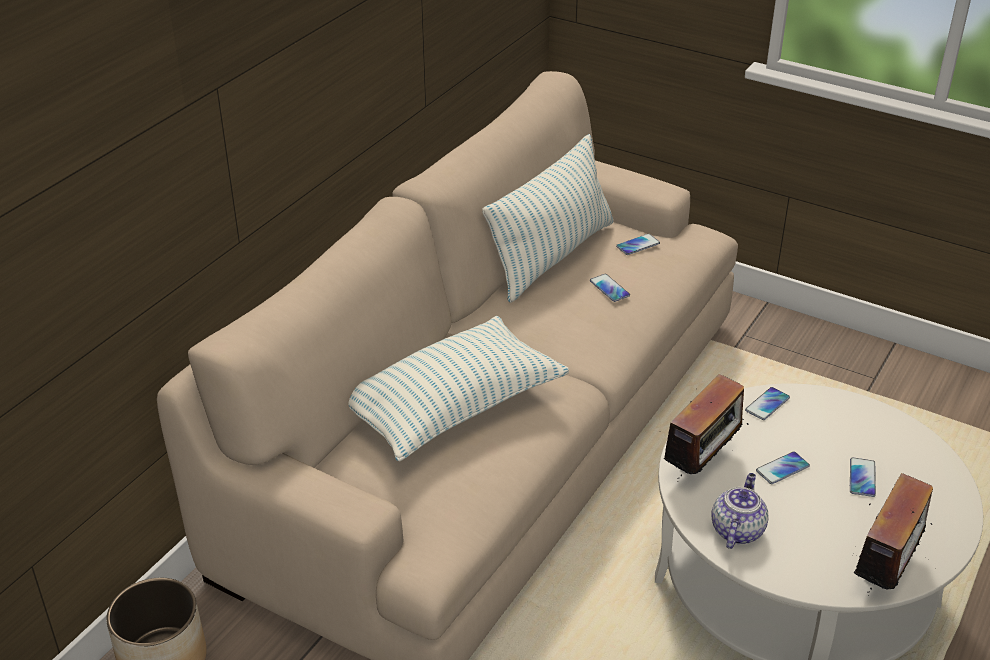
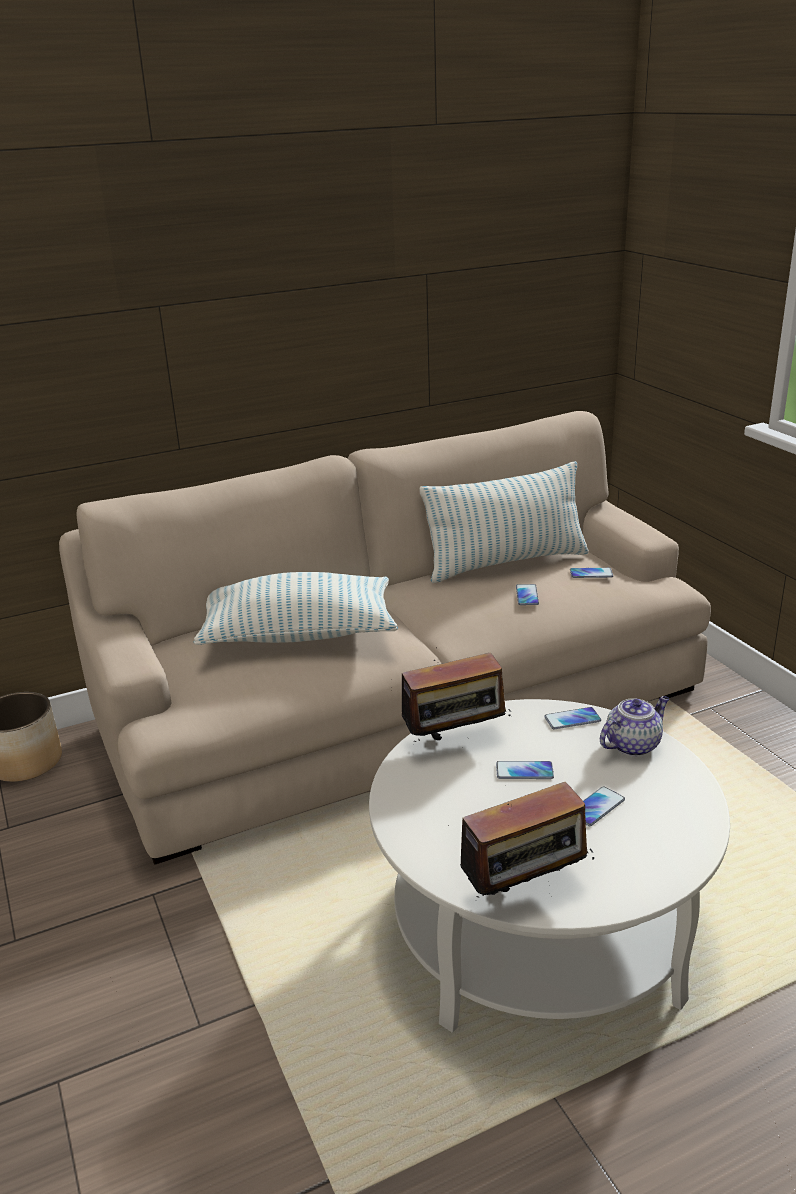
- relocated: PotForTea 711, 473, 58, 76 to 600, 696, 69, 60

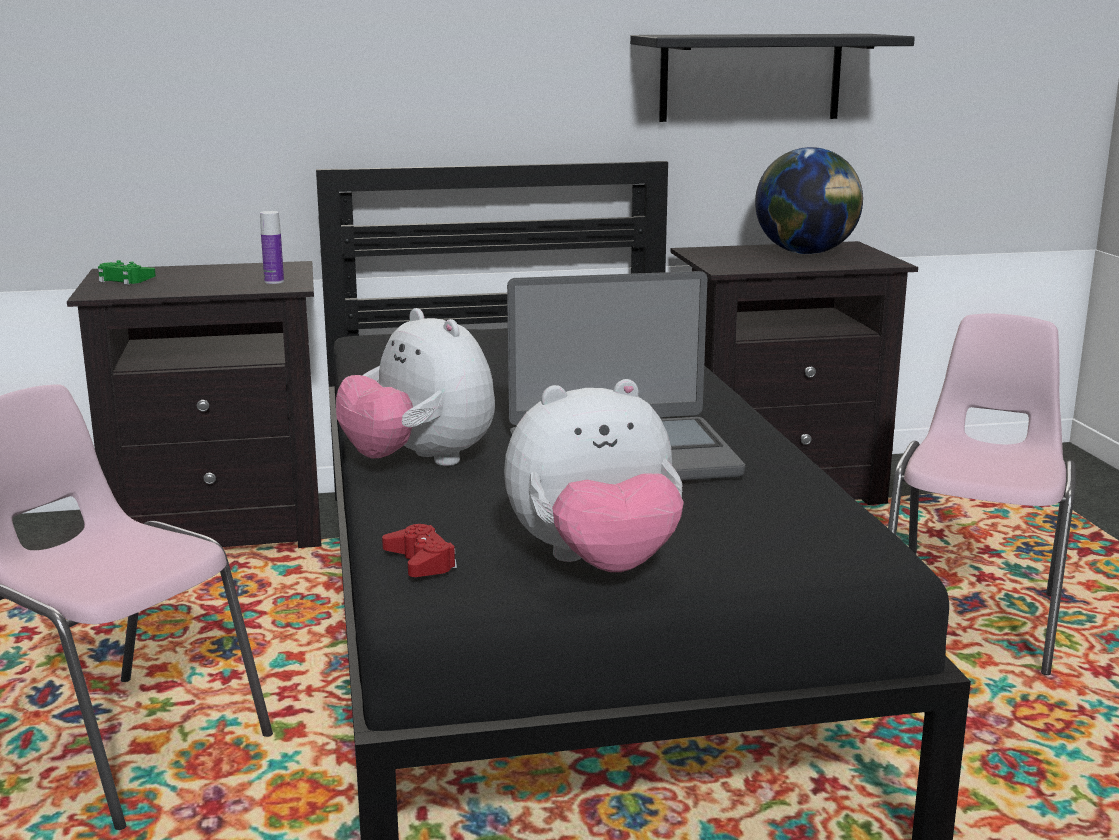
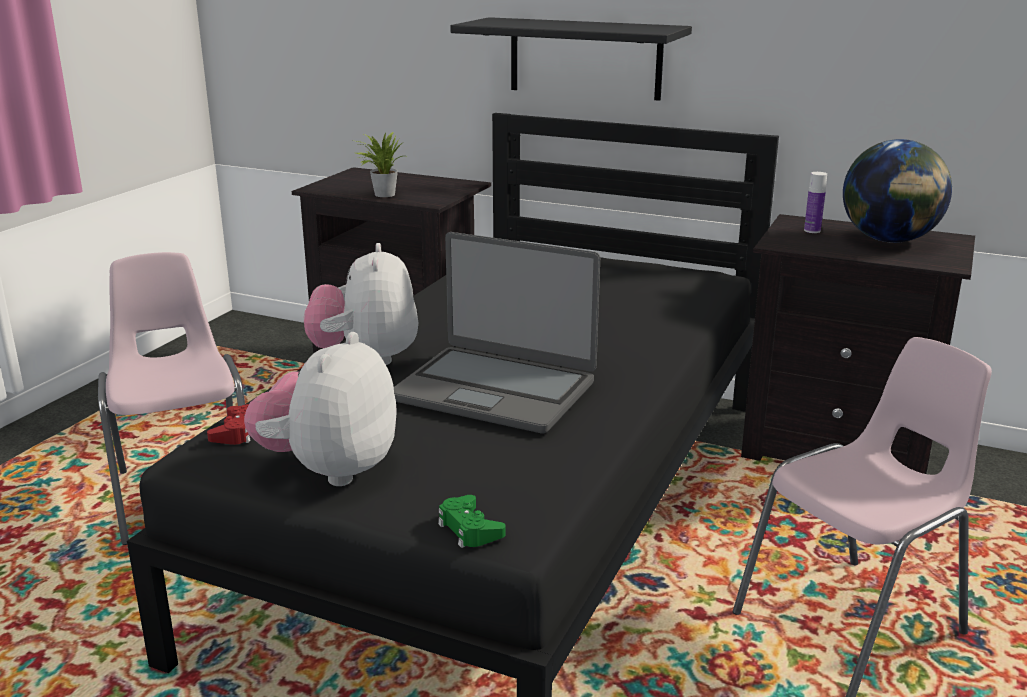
- relocated: GreenJoypad 98, 260, 58, 25 to 438, 495, 68, 53
- relocated: Bottle 260, 211, 24, 73 to 804, 172, 23, 61
- spun: CuddlyToy 504, 379, 180, 193 = 244, 332, 153, 154 90 degrees clockwise
- relocated: BlackishWallShelf 630, 34, 285, 88 to 450, 17, 242, 84
- appeared: PottedPlant 356, 132, 46, 65

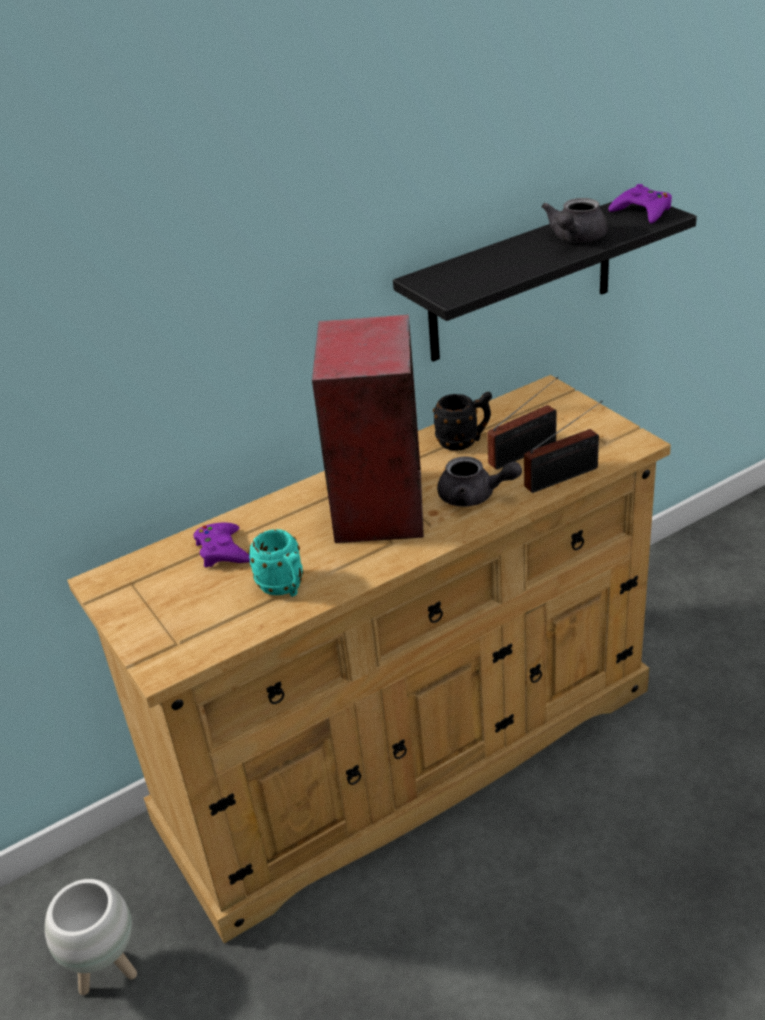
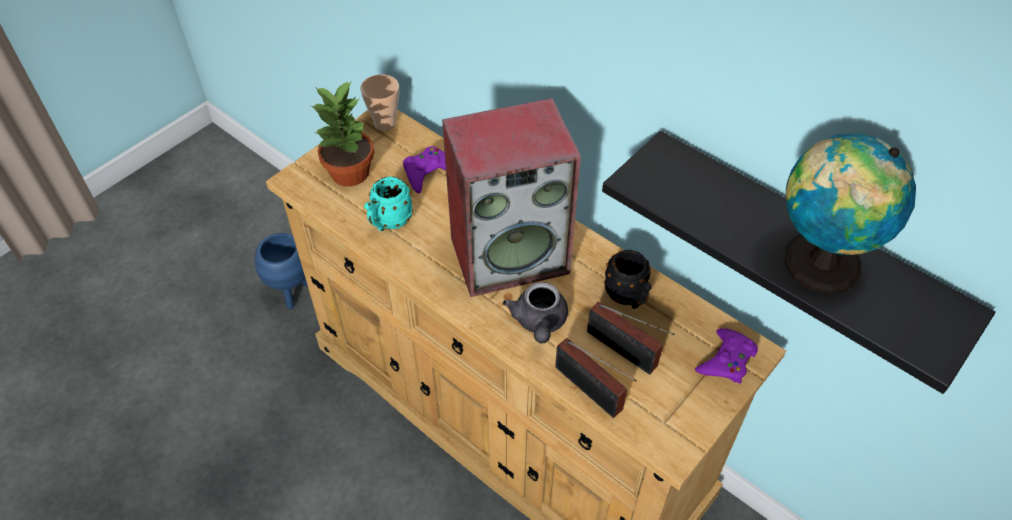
- colour: WhitishPlanter 45, 879, 92, 116 to BlueColouredPlanter 255, 233, 53, 76
- exchanged: GreyishPotForTea 541, 198, 67, 44 to WorldGlobe 785, 133, 131, 161
- relocated: PurpleColouredJoypad 609, 184, 63, 40 to 695, 328, 63, 56
- appeared: PottedPlant 311, 81, 63, 105
- appeared: DrinkingCup 360, 74, 39, 57

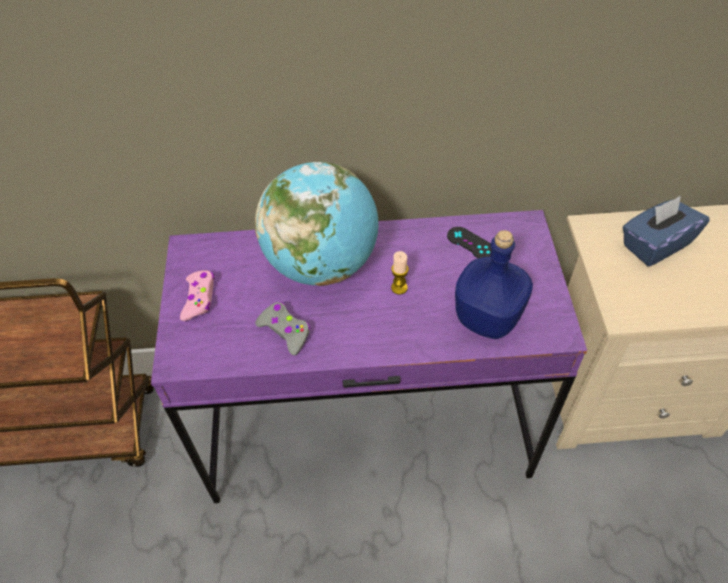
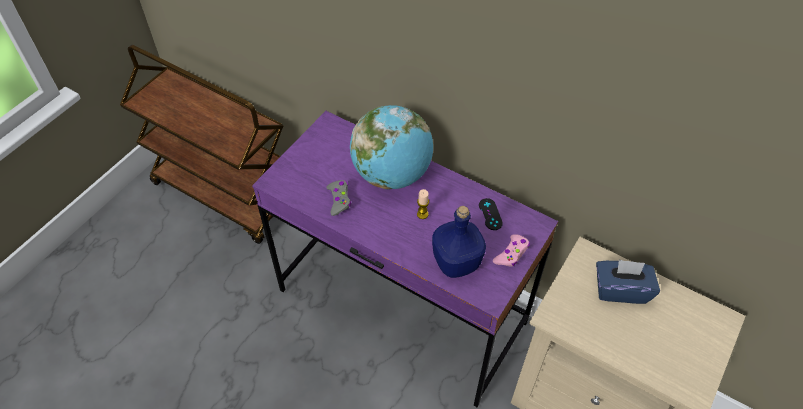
- relocated: PinkColouredJoypad 180, 270, 34, 51 to 493, 234, 37, 33

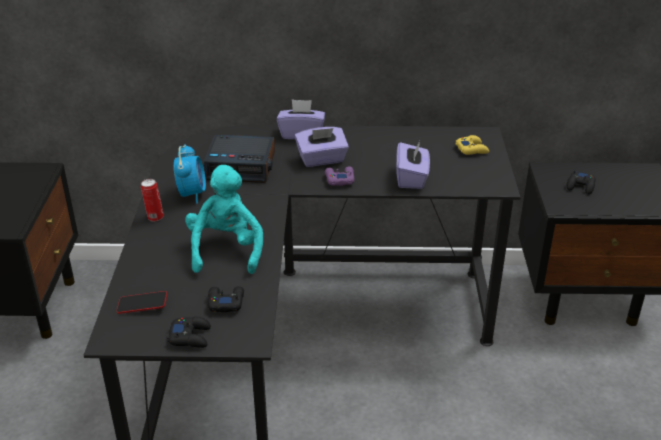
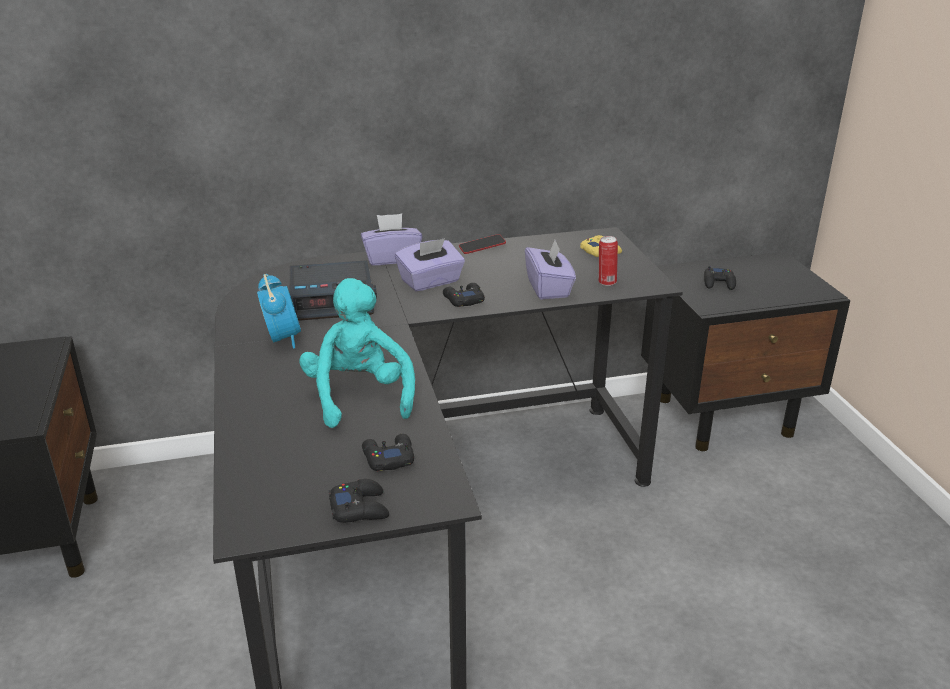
- relocated: Telephone 117, 291, 50, 23 to 459, 234, 47, 20
- relocated: Can 141, 179, 23, 42 to 599, 236, 19, 50
- colour: PurpleColouredJoypad 325, 166, 30, 20 to BlackishJoypad 443, 283, 42, 24

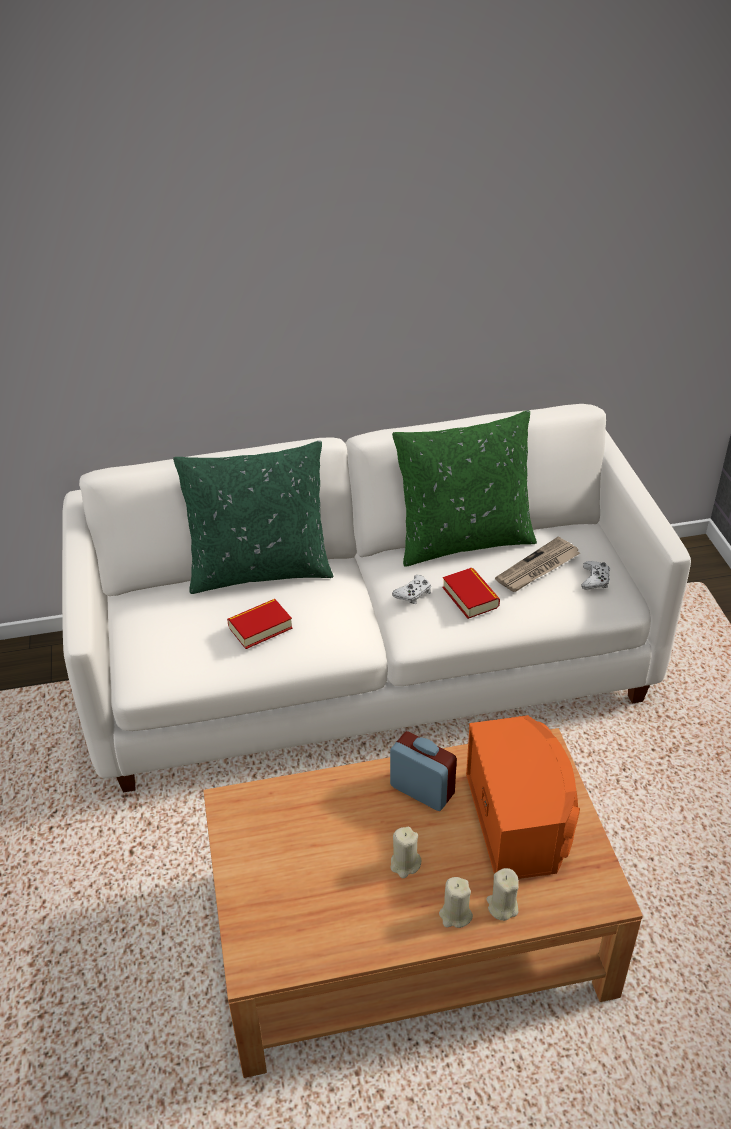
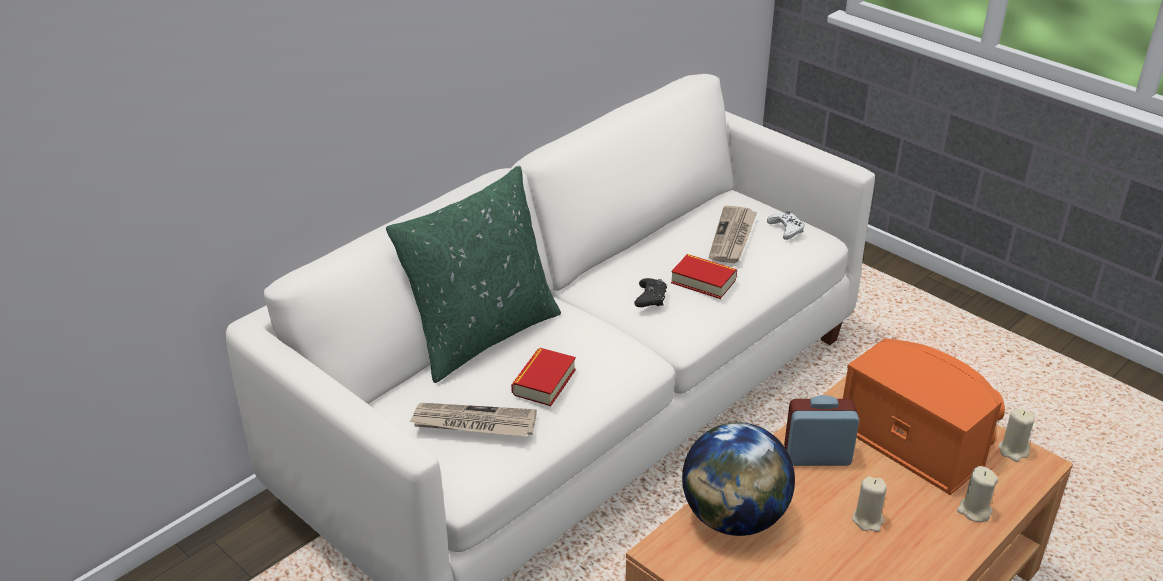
- missing: GreenCushion 392, 410, 145, 157
- colour: WhitishJoypad 392, 575, 39, 29 to BlackishJoypad 634, 278, 33, 29
- relocated: BeigeColouredWaxCandle 439, 877, 34, 51 to 998, 409, 37, 53
- appeared: PrintedPaper 409, 403, 128, 34
- appeared: WorldGlobe 682, 422, 113, 114

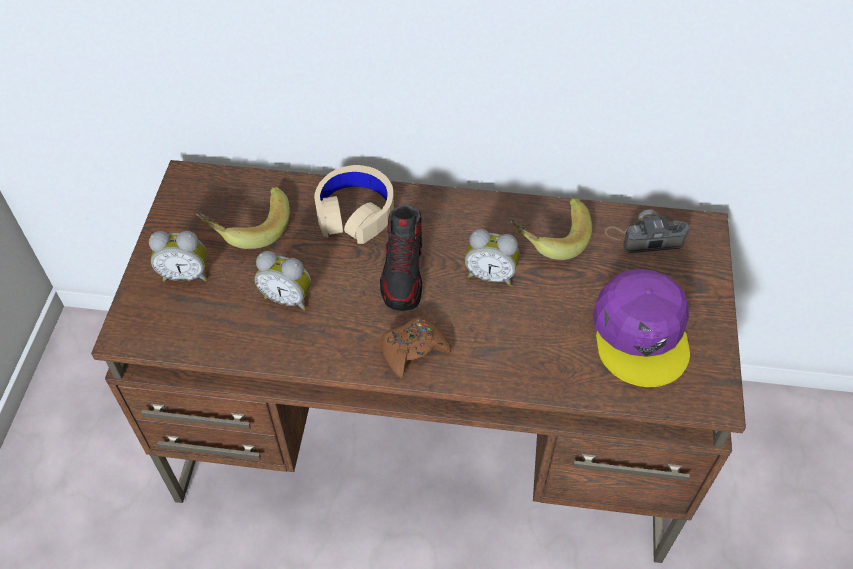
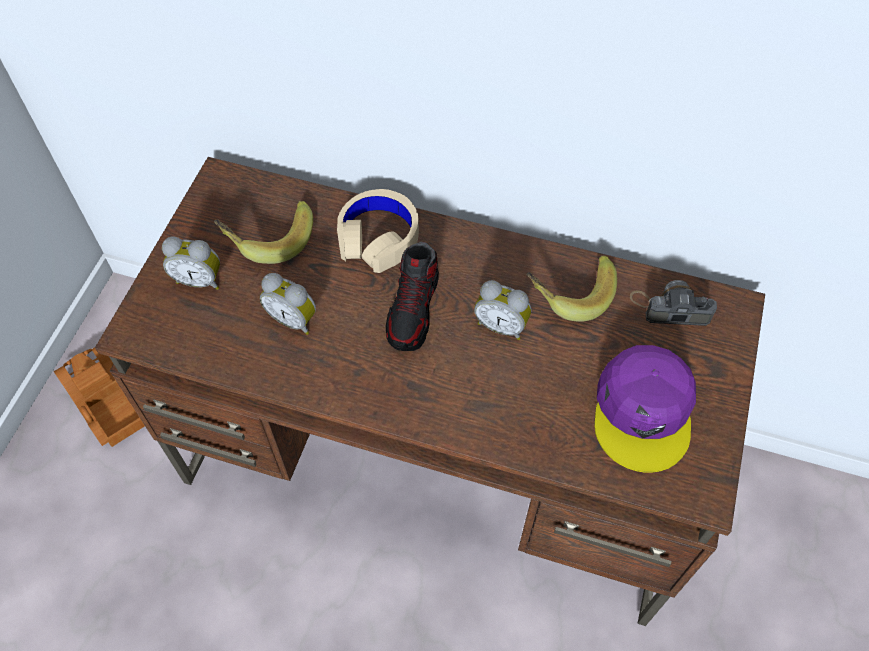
- missing: BrownishJoypad 381, 316, 70, 62
- appeared: ToyLorry 54, 347, 91, 100

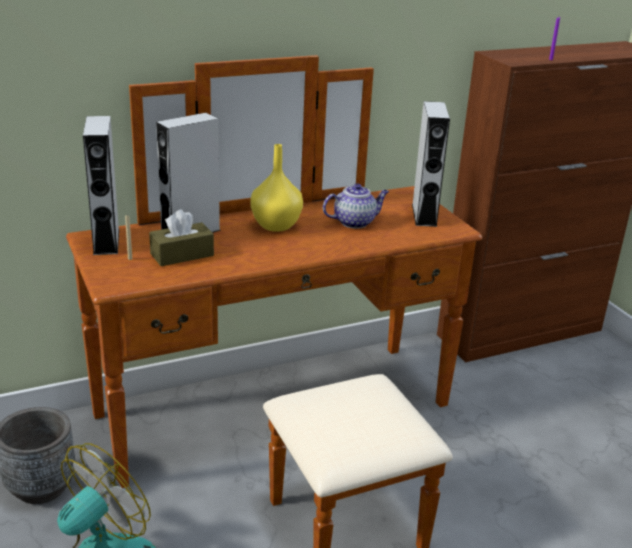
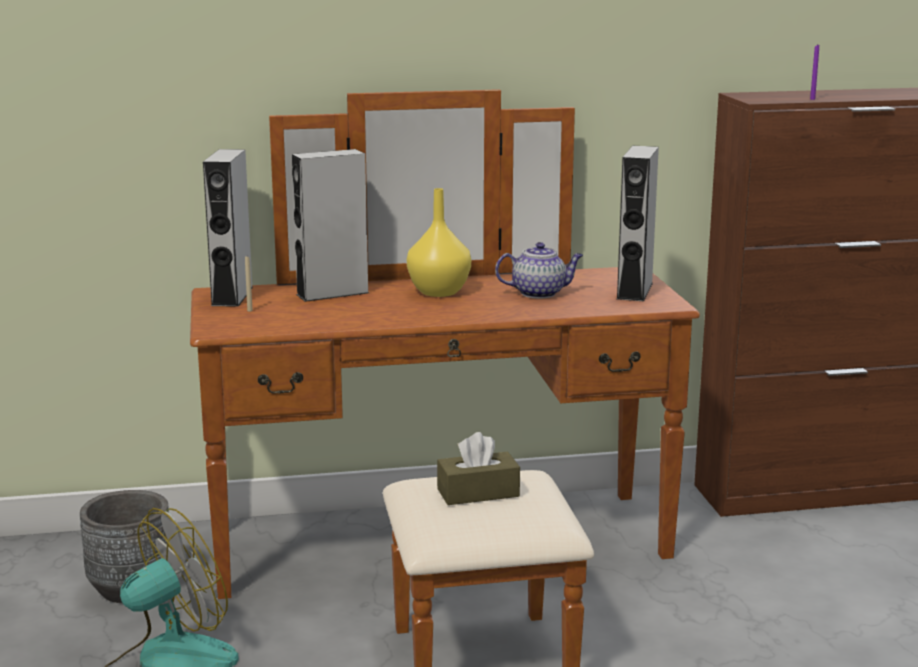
- relocated: BrownishTissueBox 149, 209, 65, 57 to 437, 432, 83, 73

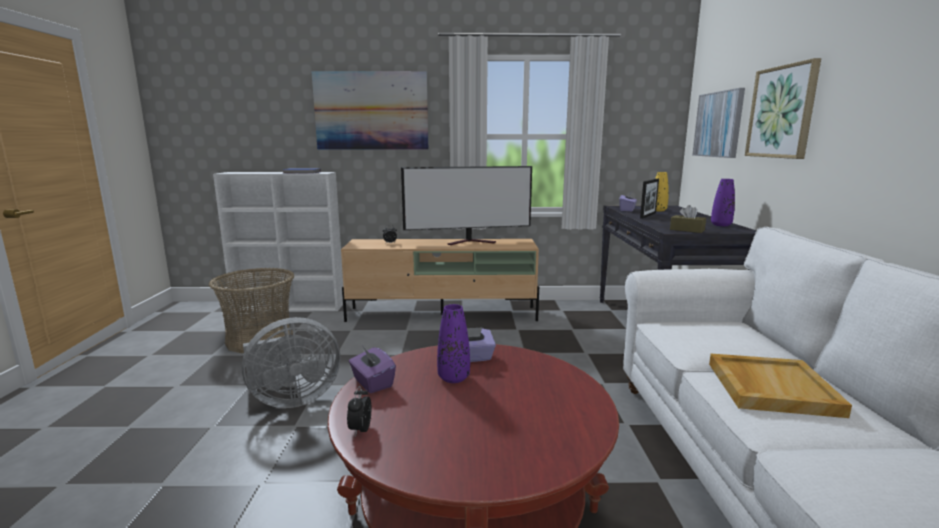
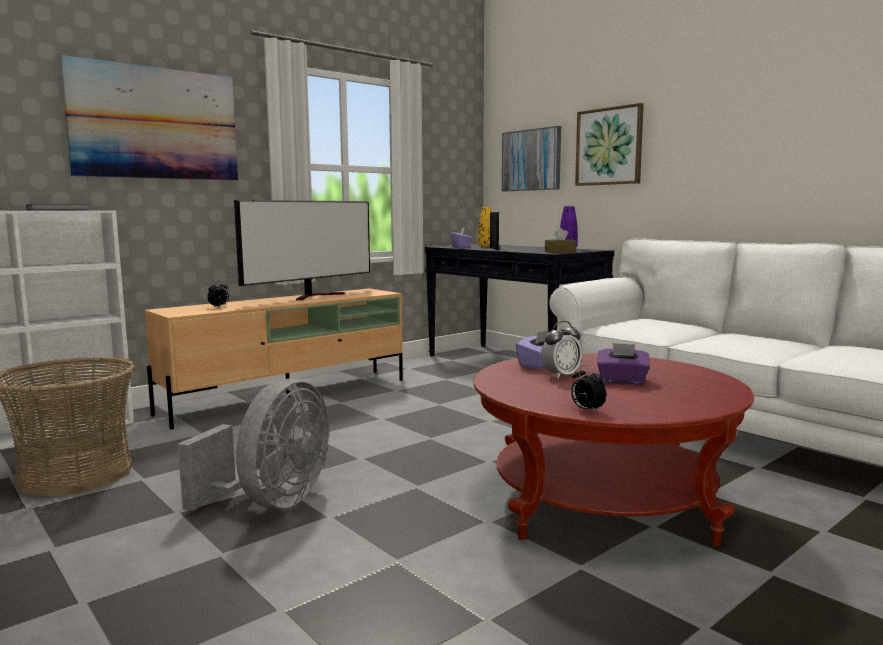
- relocated: PurpleColouredTissueBox 349, 345, 47, 48 to 597, 343, 53, 41
- exchanged: PurpleColouredDecorativeVase 437, 304, 33, 79 to TableClock 541, 321, 41, 58
- missing: BeigeColouredServingTray 709, 354, 143, 64

